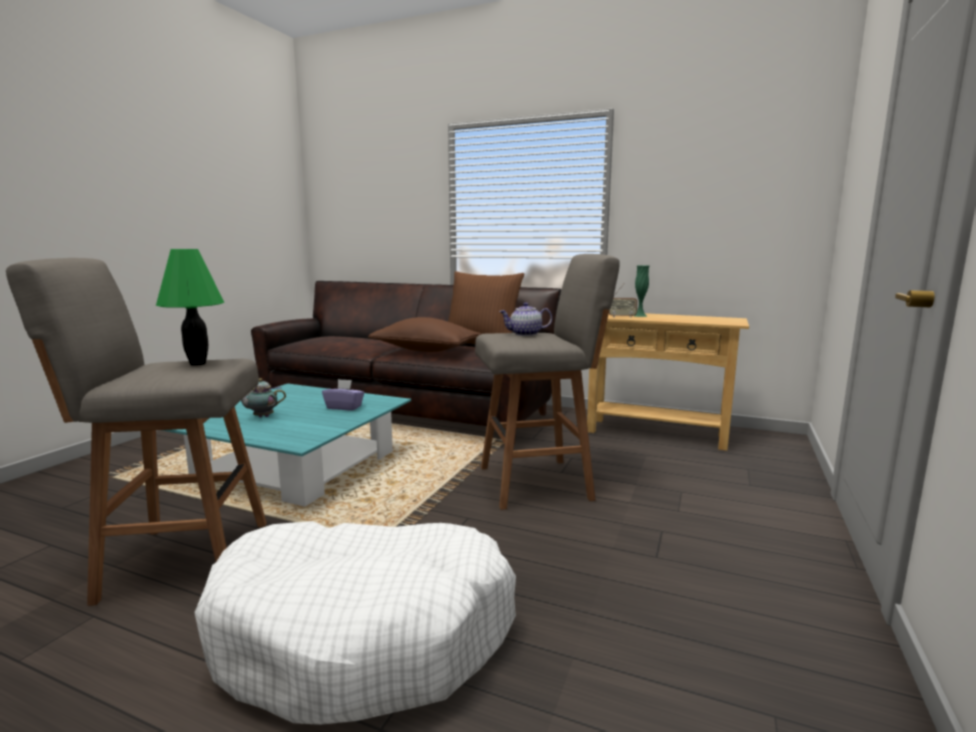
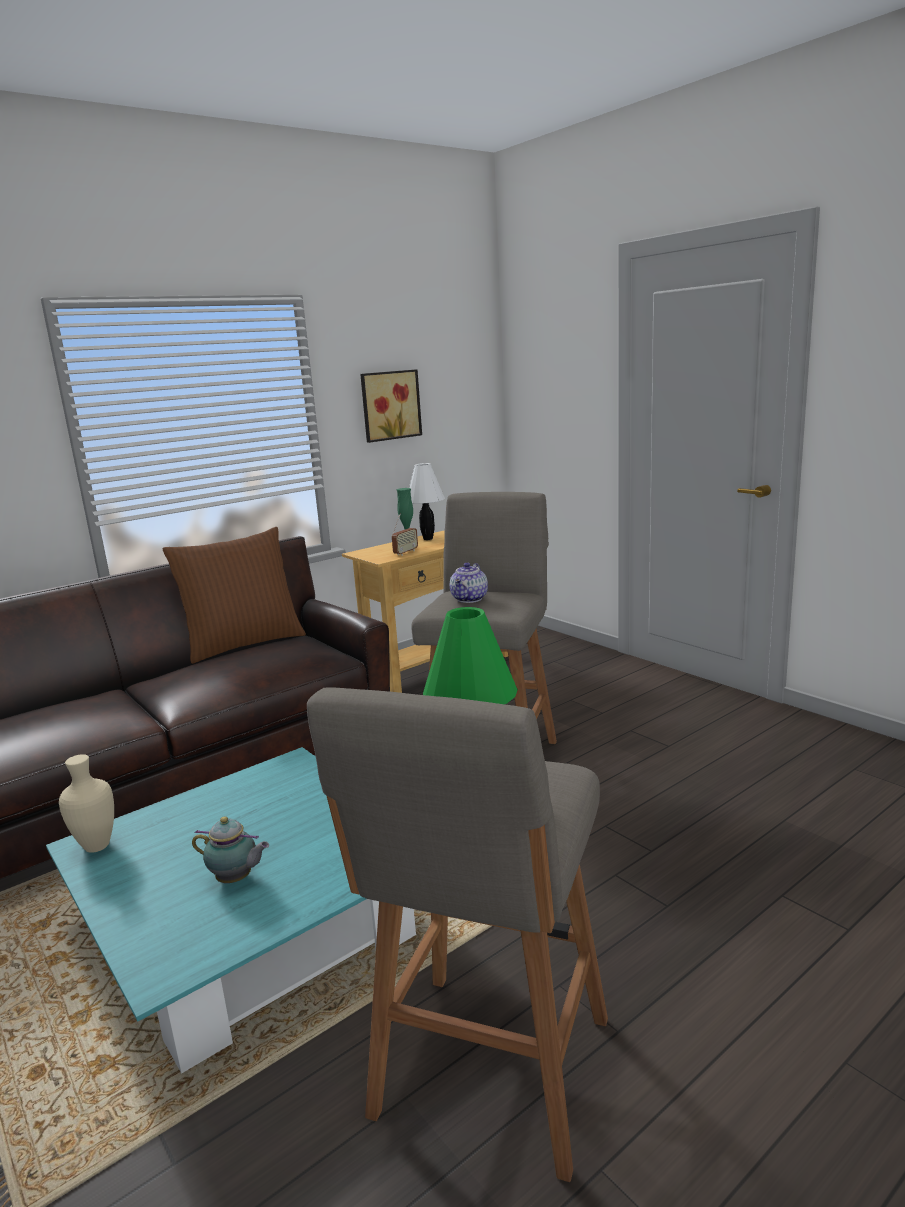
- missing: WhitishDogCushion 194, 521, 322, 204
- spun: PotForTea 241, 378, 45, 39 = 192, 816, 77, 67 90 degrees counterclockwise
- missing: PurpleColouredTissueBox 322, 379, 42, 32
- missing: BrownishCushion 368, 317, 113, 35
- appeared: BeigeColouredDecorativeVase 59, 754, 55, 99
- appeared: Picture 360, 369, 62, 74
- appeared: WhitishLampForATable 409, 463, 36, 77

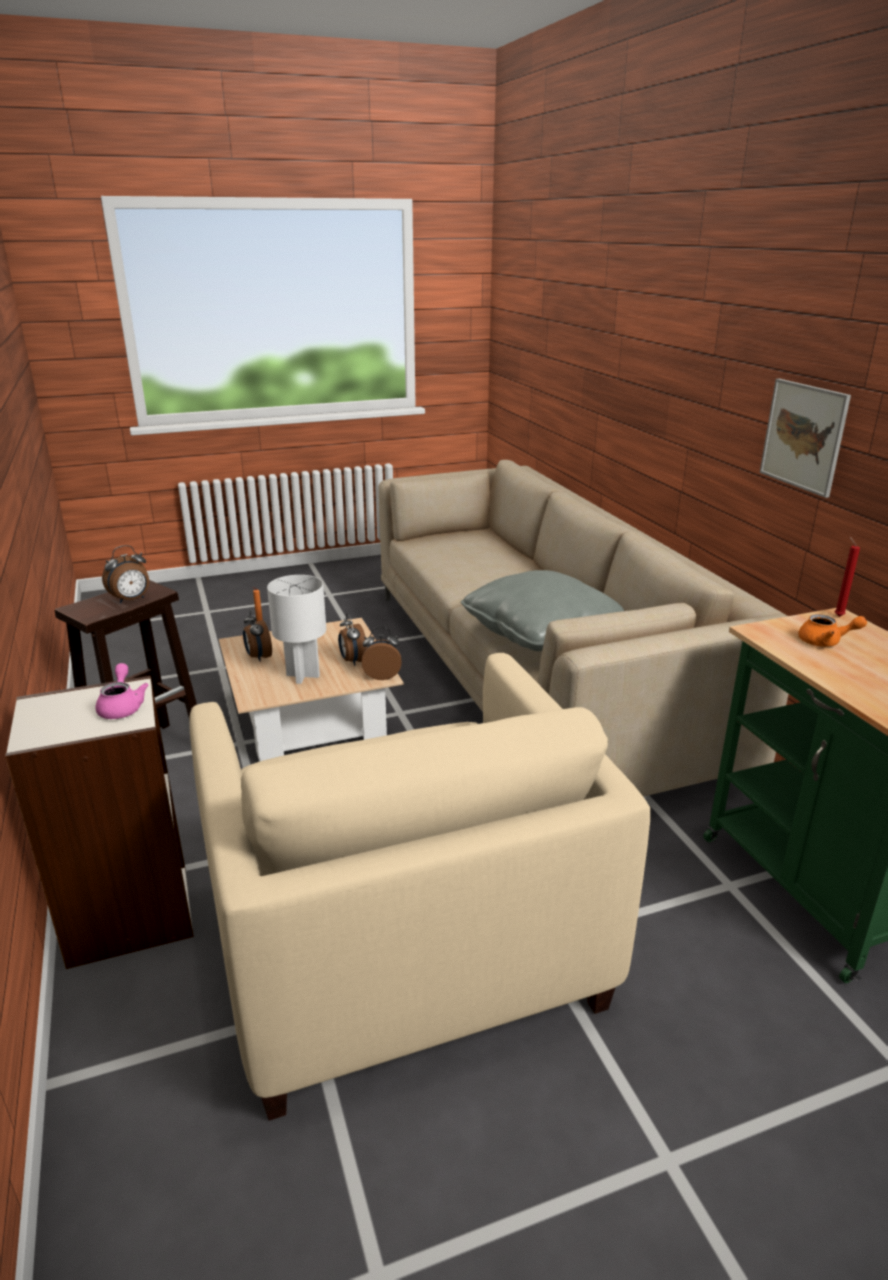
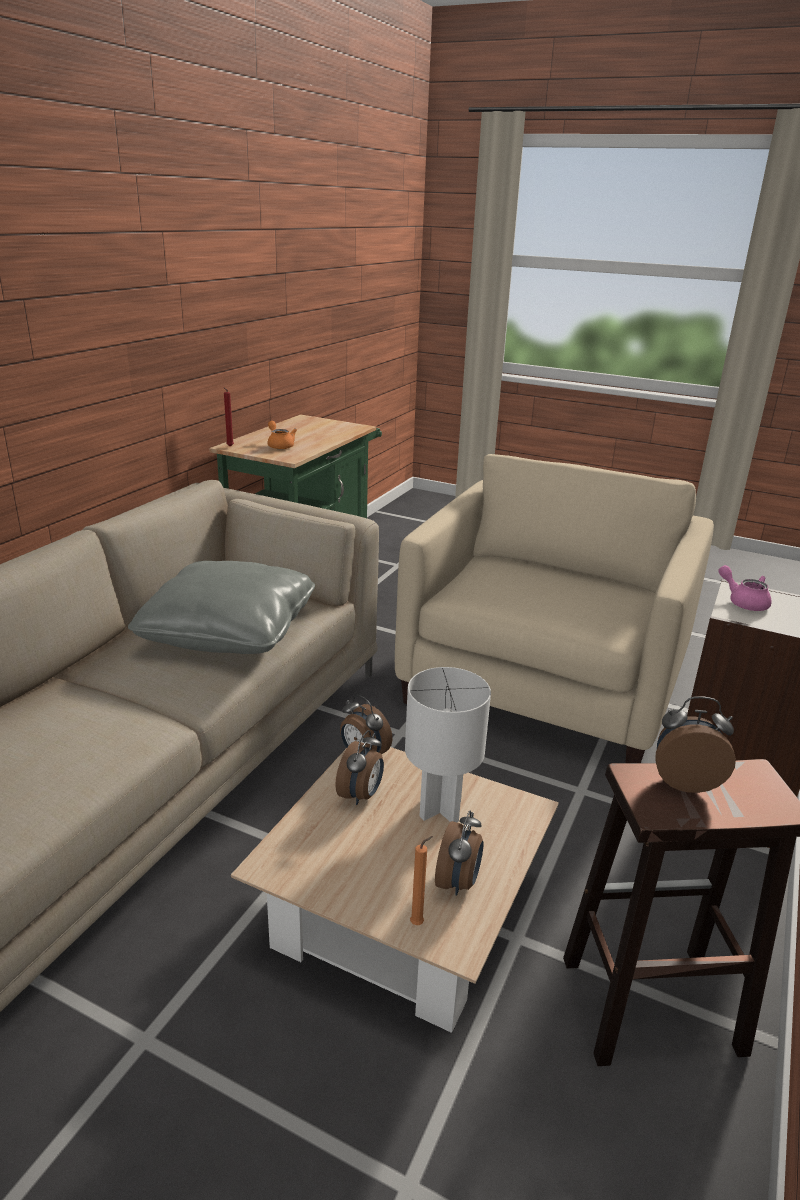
- spun: PinkColouredPotForTea 95, 663, 54, 56 = 718, 565, 54, 46 105 degrees clockwise
- missing: Picture 760, 379, 91, 119

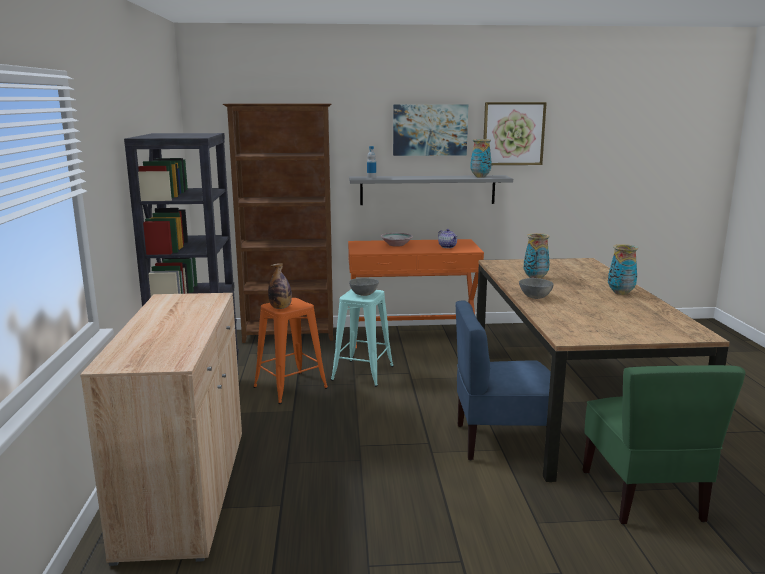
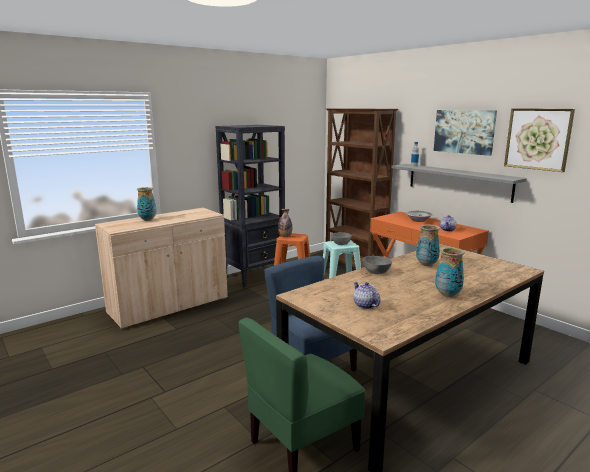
- relocated: DecorativeVase 470, 139, 22, 39 to 137, 187, 20, 34
- appeared: PotForTea 353, 282, 28, 27

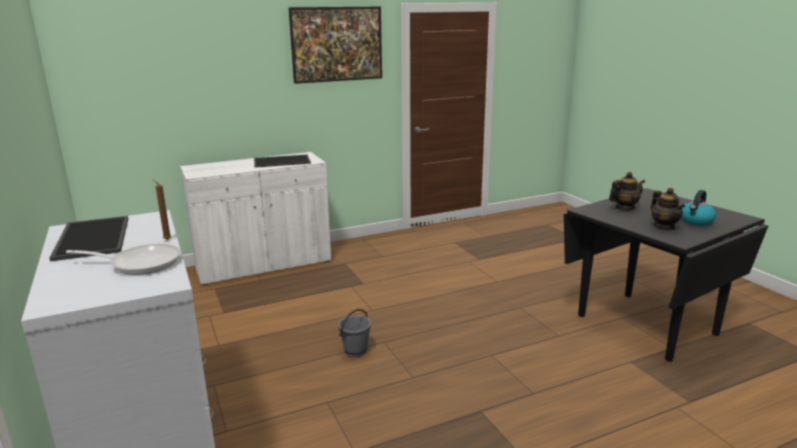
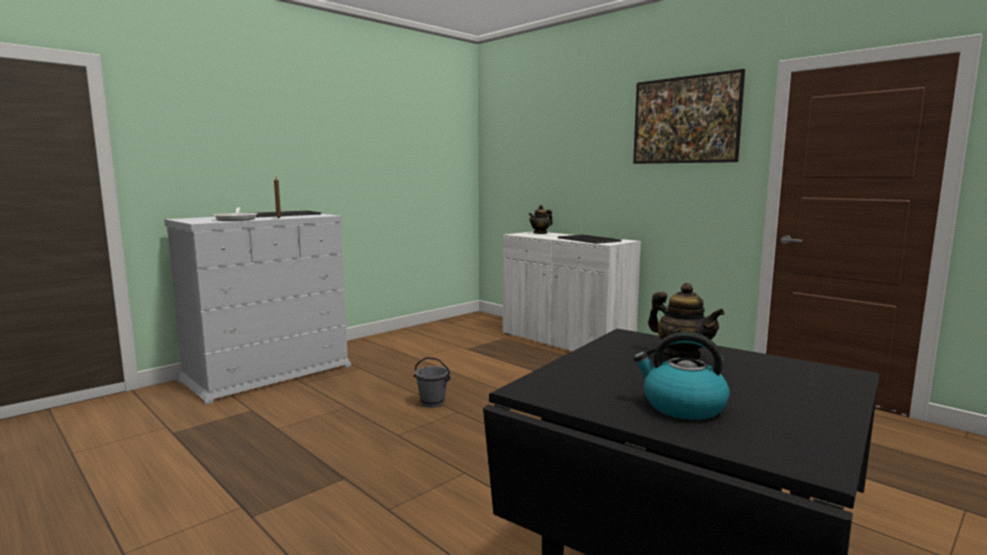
- relocated: PotForTea 651, 188, 34, 42 to 529, 205, 24, 29

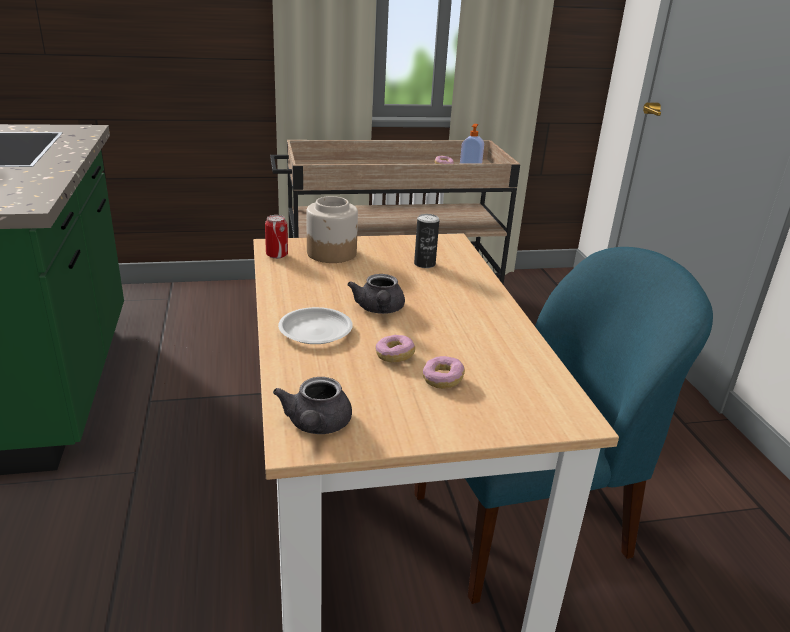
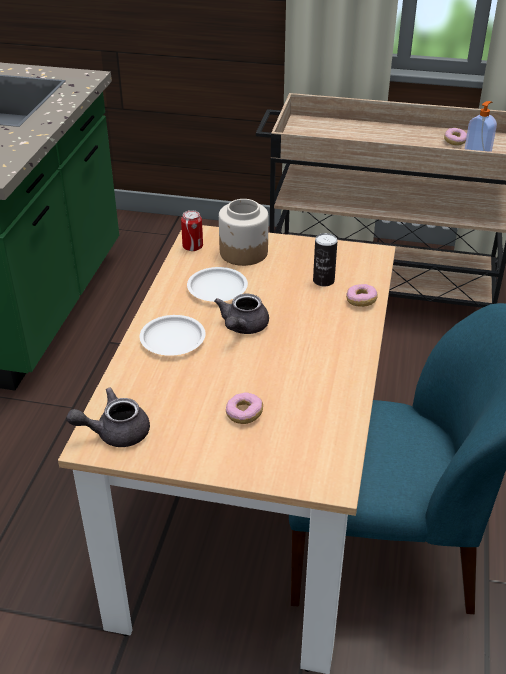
- spun: GreyishPotForTea 273, 377, 79, 57 = 66, 387, 84, 60 45 degrees clockwise
- relocated: Donut 375, 335, 40, 28 to 346, 284, 32, 23
- appeared: WhitishFlatDish 187, 267, 61, 35

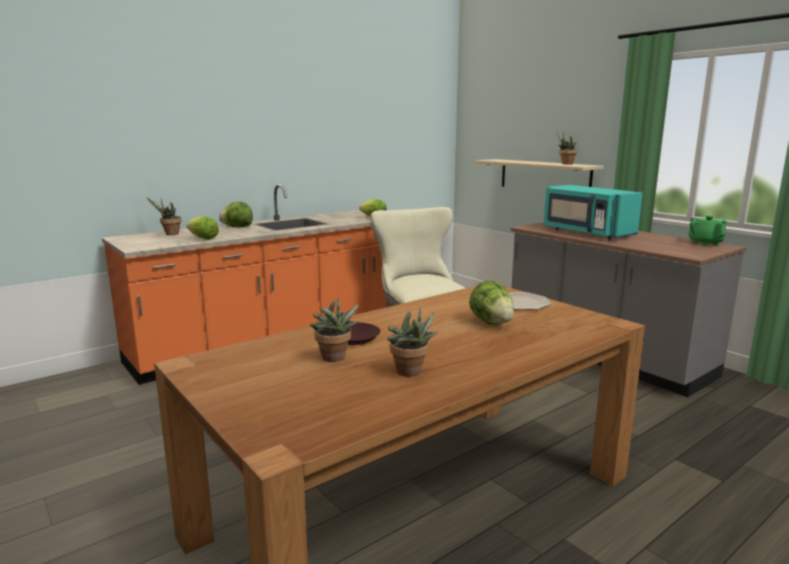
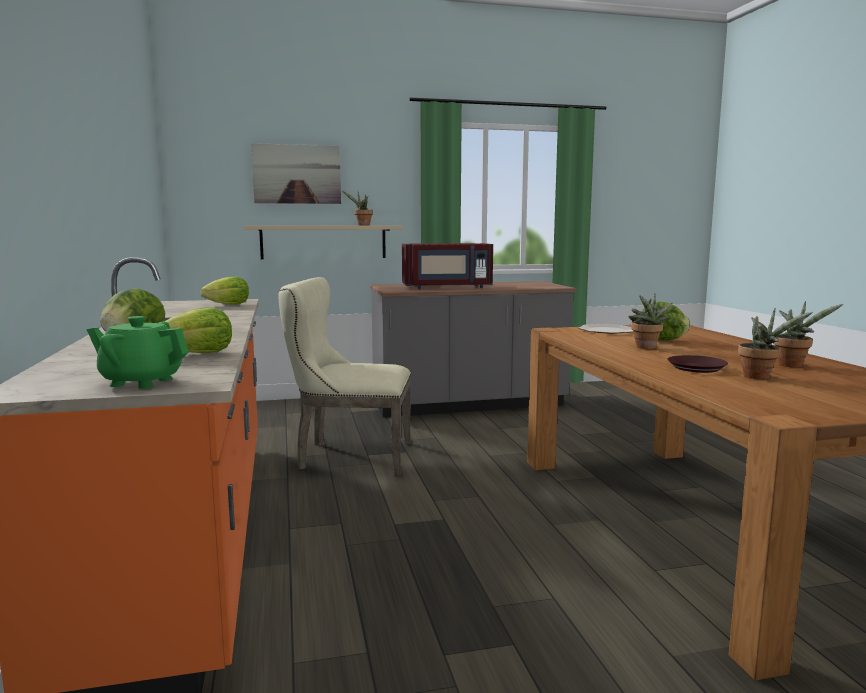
- relocated: PottedPlant 147, 197, 34, 38 to 629, 294, 44, 55
- colour: TurquoiseMicrowaveOven 544, 185, 99, 55 to RedColouredMicrowaveOven 402, 243, 91, 46
- relocated: GreenPotForTea 689, 216, 38, 30 to 87, 316, 102, 73
- appeared: Picture 251, 143, 90, 61

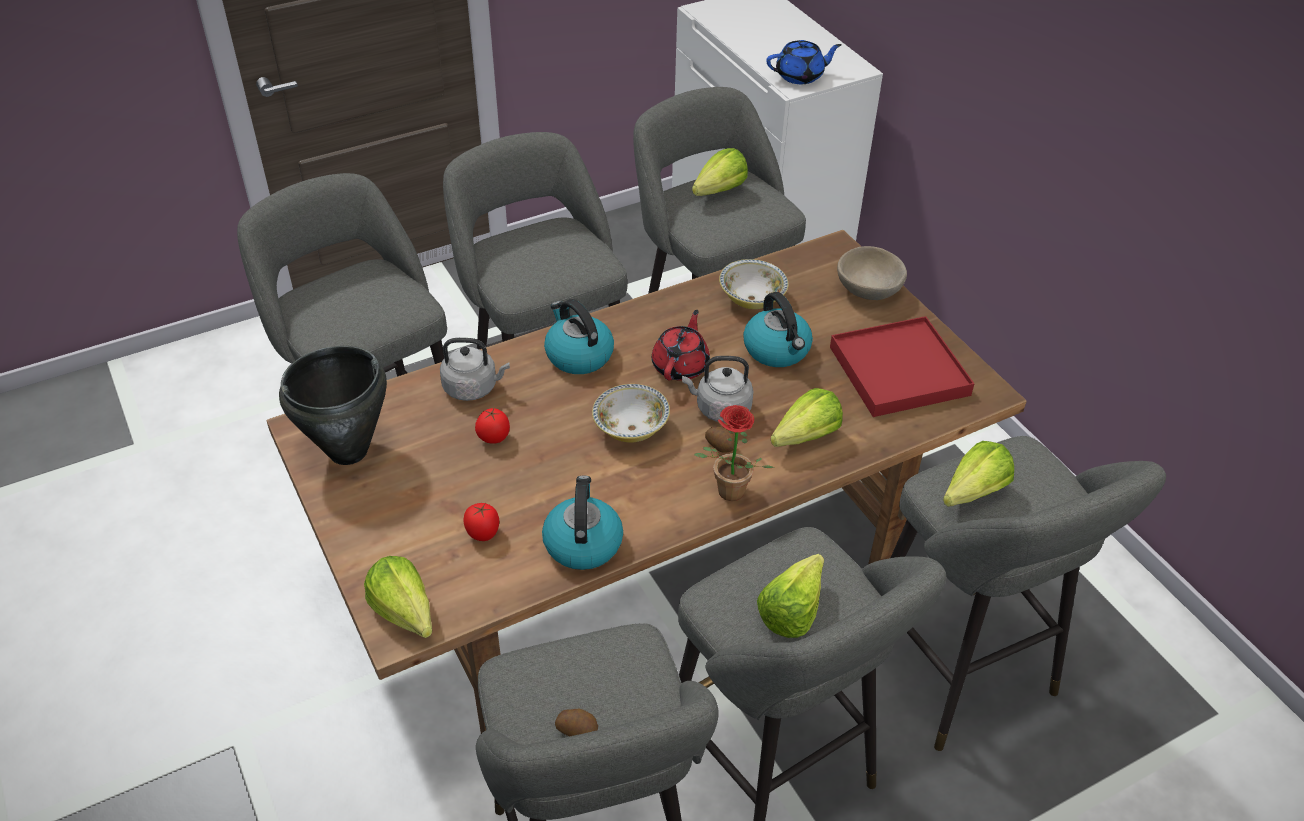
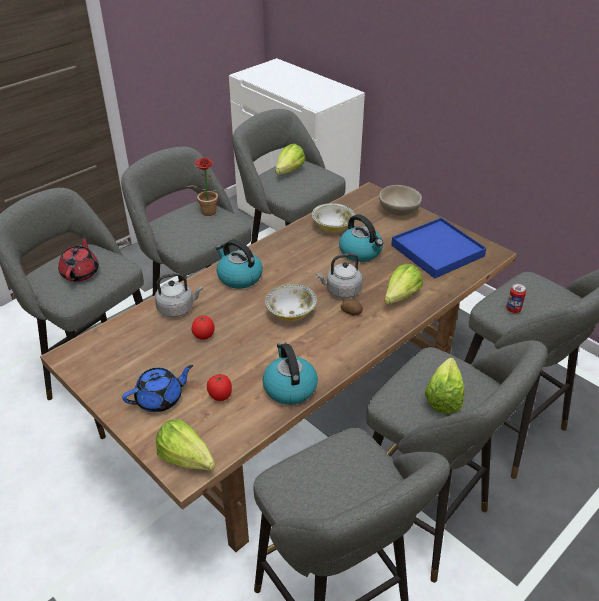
- missing: BlackishCookingPot 279, 346, 108, 119
- missing: Spud 555, 709, 43, 28
- relocated: RedColouredPotForTea 652, 310, 58, 71 to 58, 235, 41, 47
- relocated: PottedPlant 694, 405, 80, 96 to 186, 157, 40, 59
- relocated: BlueColouredPotForTea 766, 40, 76, 44 to 122, 365, 71, 47
- colour: RedColouredServingTray 830, 316, 144, 101 to BlueColouredServingTray 391, 218, 95, 60
- exchanged: Lettuce 943, 441, 71, 66 to Can 506, 284, 20, 29

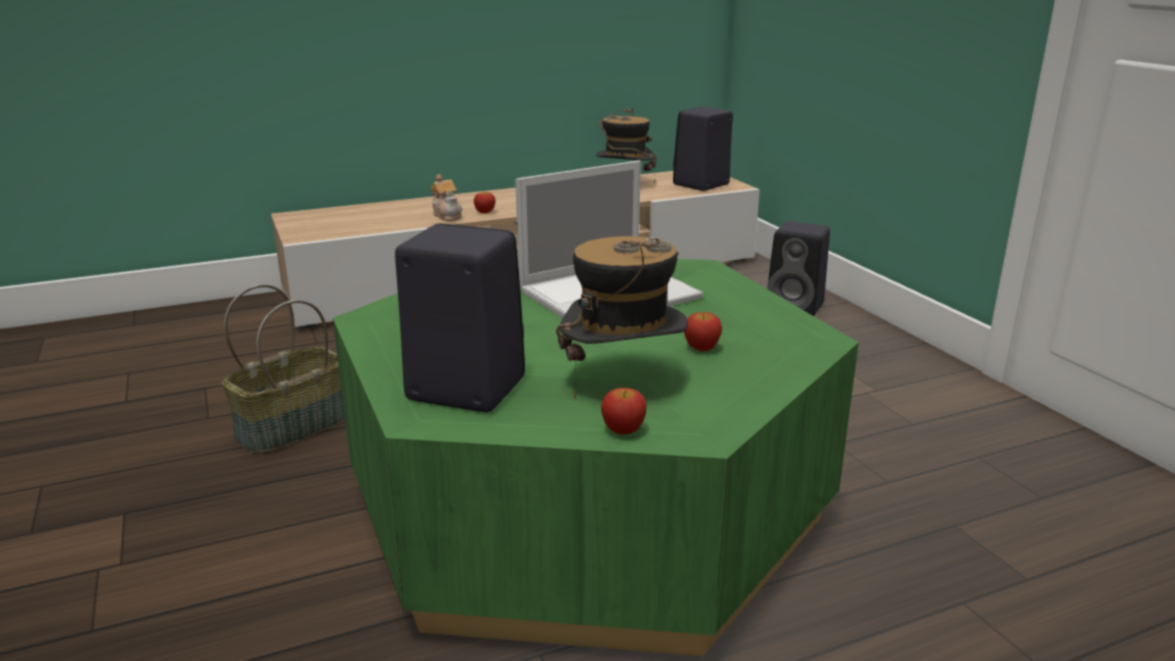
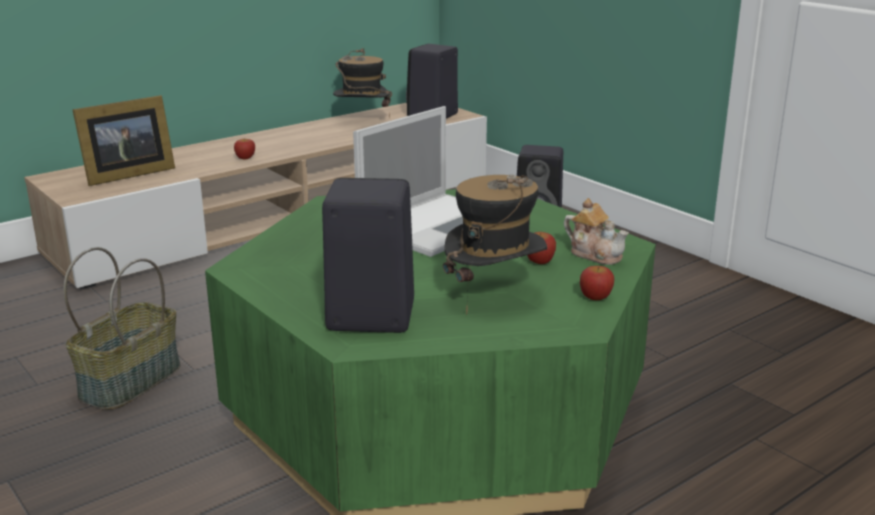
- relocated: PotForTea 430, 174, 33, 47 to 564, 198, 65, 67
- relocated: WholeApple 601, 388, 46, 47 to 580, 266, 34, 34
- appeared: StandingFrame 72, 95, 103, 91

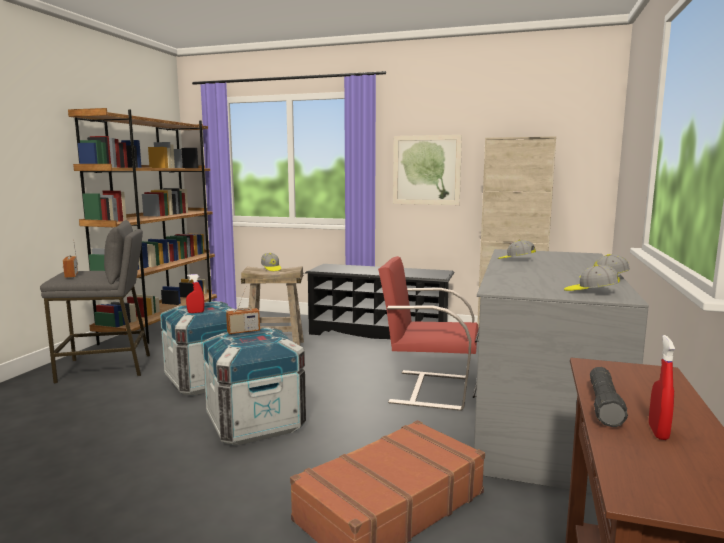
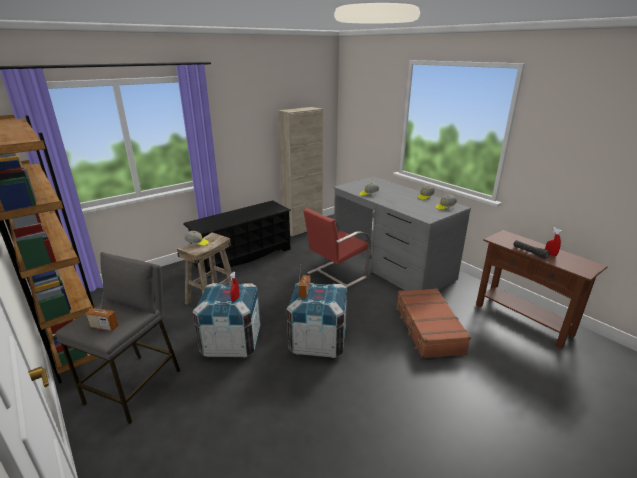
- missing: Picture 393, 135, 69, 70

